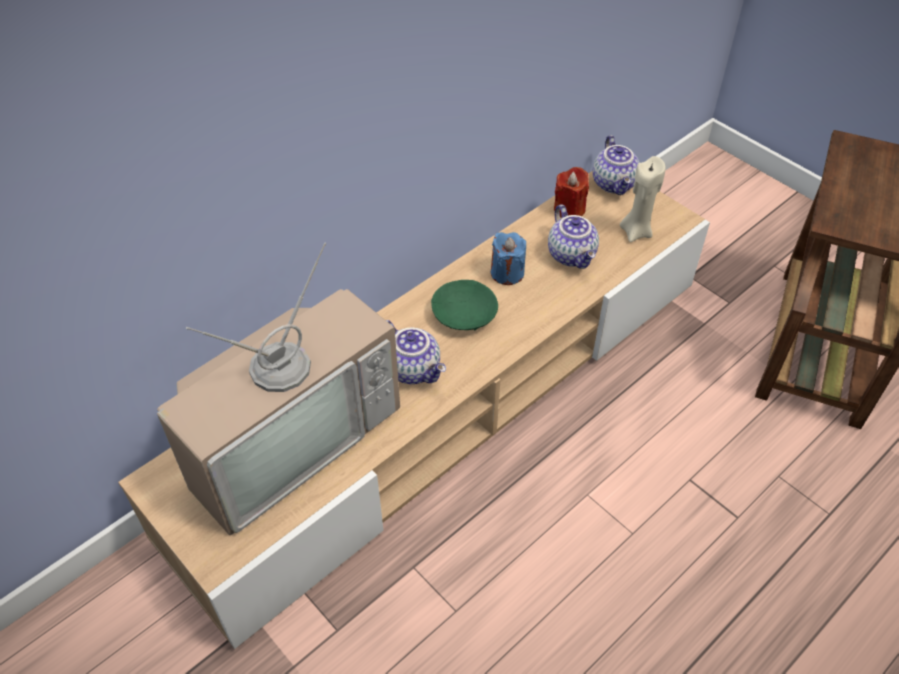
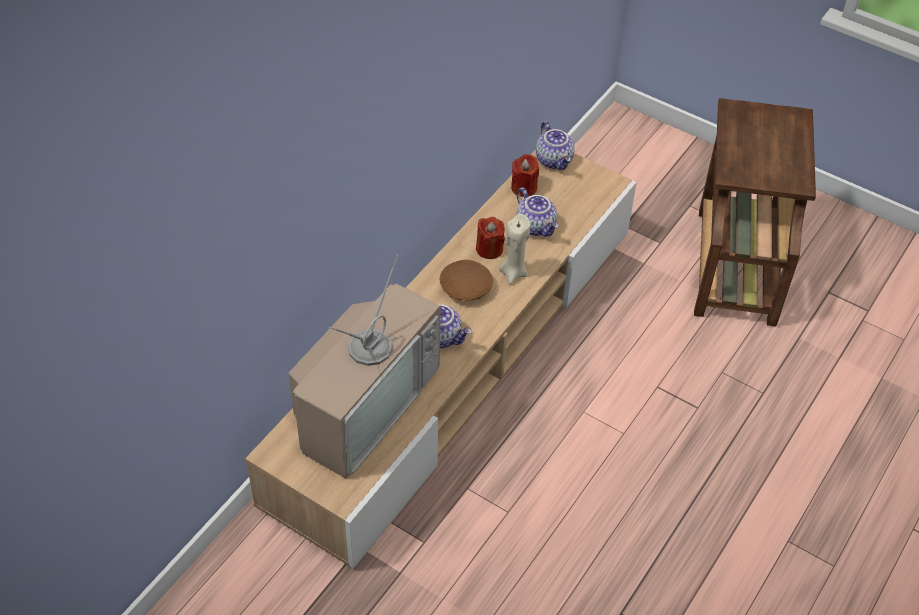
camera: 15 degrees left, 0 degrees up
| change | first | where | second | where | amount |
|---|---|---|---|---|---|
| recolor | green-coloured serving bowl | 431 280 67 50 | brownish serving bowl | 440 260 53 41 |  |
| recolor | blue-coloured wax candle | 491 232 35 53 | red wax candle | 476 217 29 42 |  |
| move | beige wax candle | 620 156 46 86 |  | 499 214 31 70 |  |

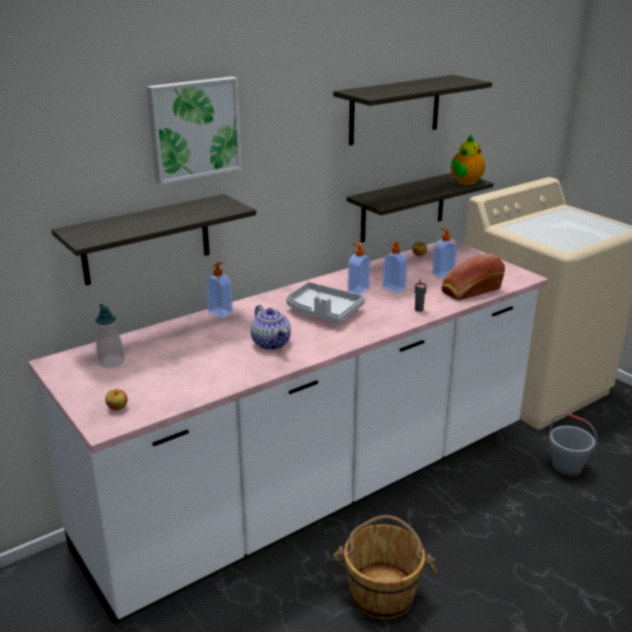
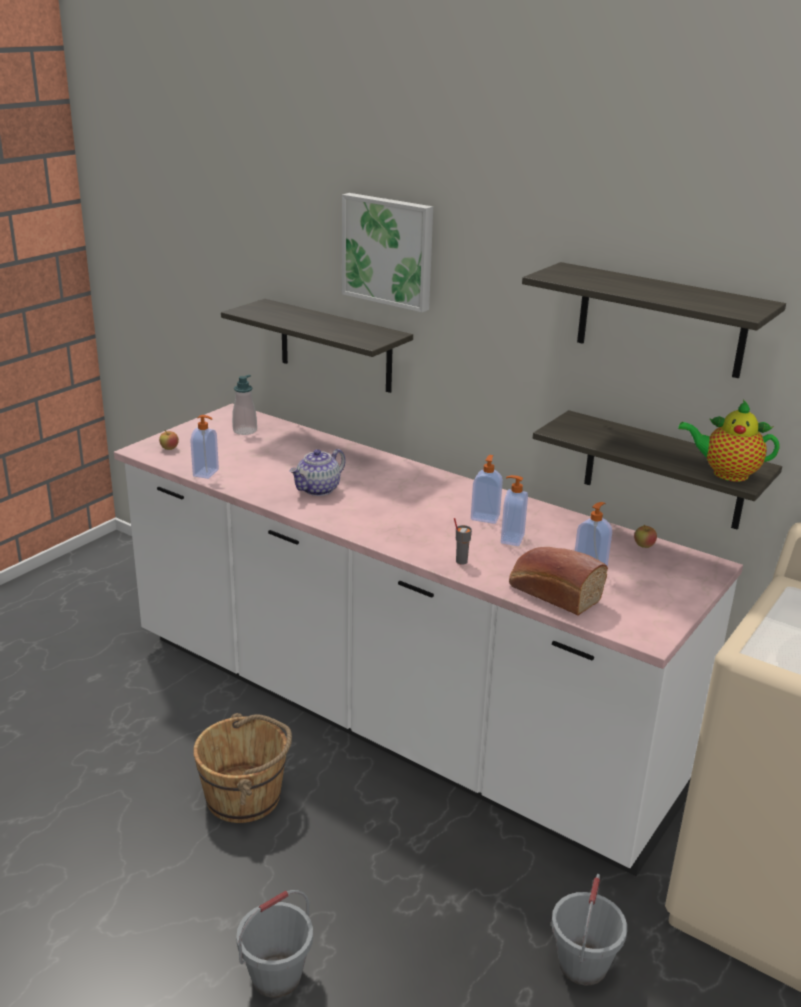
camera: 70 degrees right, 0 degrees up
| change | first | where | second | where | amount |
|---|---|---|---|---|---|
| move | soap bottle | 206 262 27 56 |  | 191 415 28 64 |  |
| insert |  |  | gray water bucket | 236 890 77 108 |  |
| delete | gray tray | 286 282 79 42 |  |  |  |

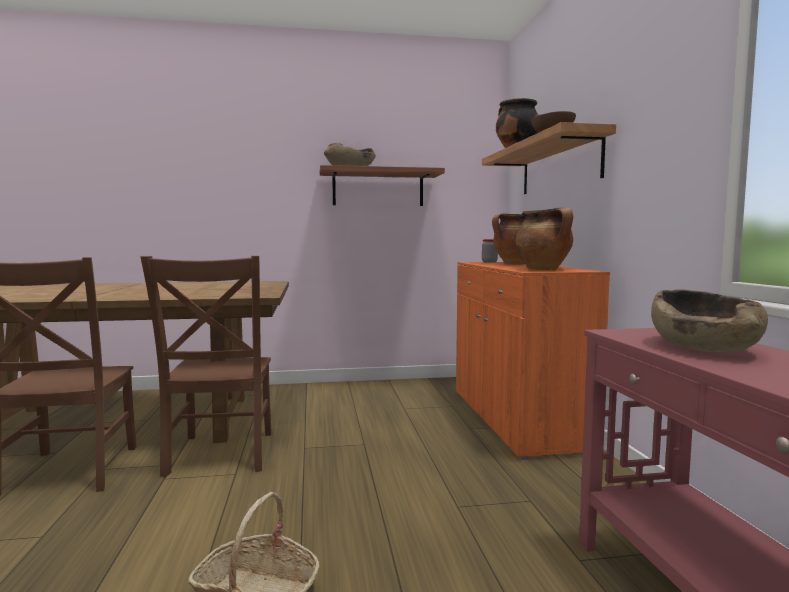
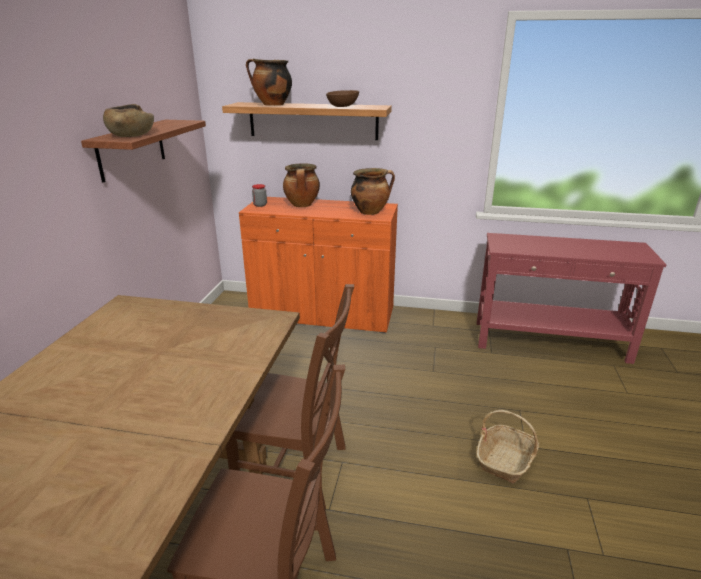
camera: 70 degrees left, 20 degrees up
| change | first | where | second | where | amount |
|---|---|---|---|---|---|
| delete | brownish serving bowl | 651 289 117 64 |  |  |  |

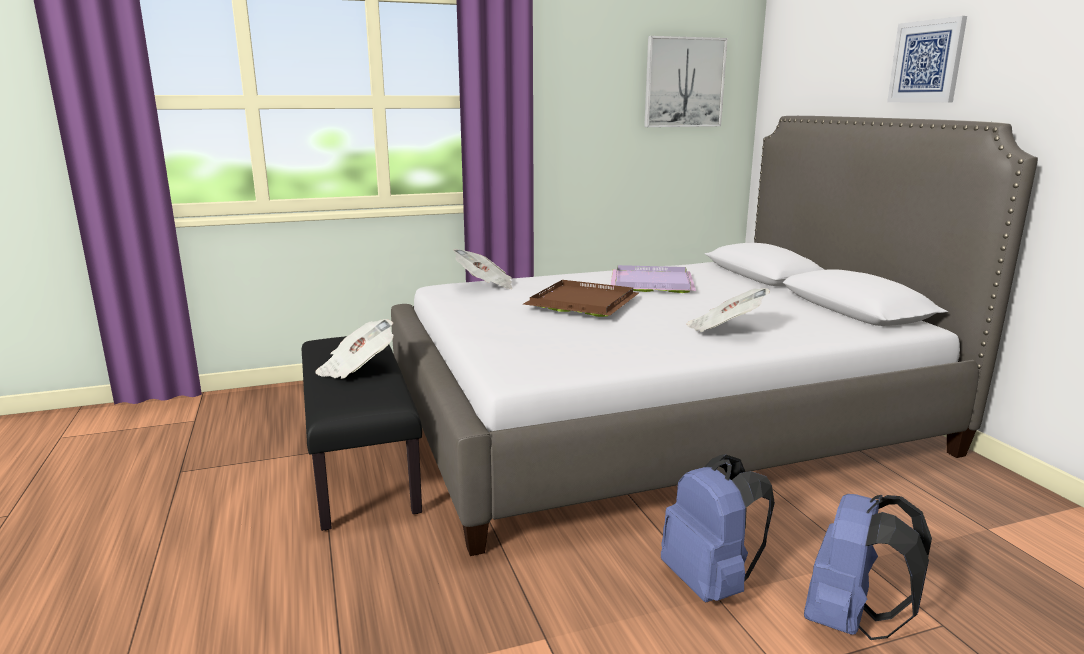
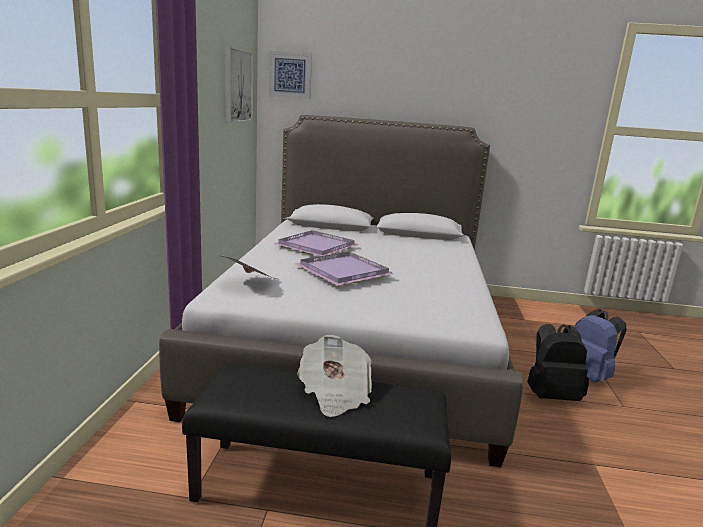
camera: 65 degrees left, 0 degrees up
| change | first | where | second | where | amount |
|---|---|---|---|---|---|
| move | wall picture | 887 16 80 87 |  | 268 51 44 48 |  |
| recolor | brownish tray | 524 280 115 37 | purple tray | 295 252 100 34 |  |
| recolor | blue-coloured rucksack | 661 455 114 147 | blackish rucksack | 527 324 62 77 |  |
| delete | printed paper | 686 288 84 44 |  |  |  |

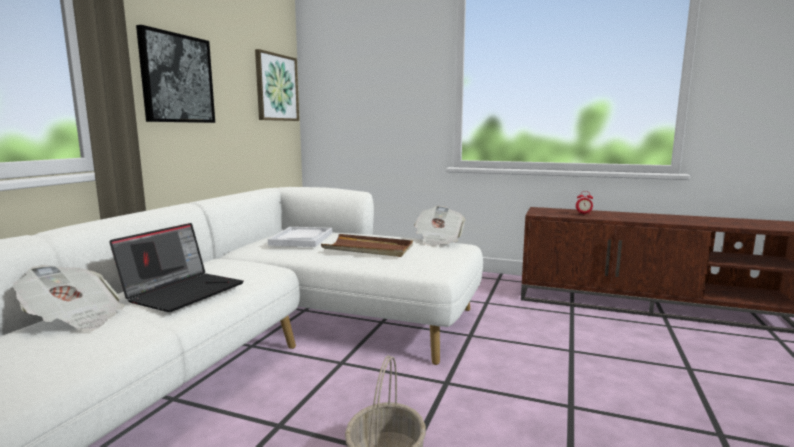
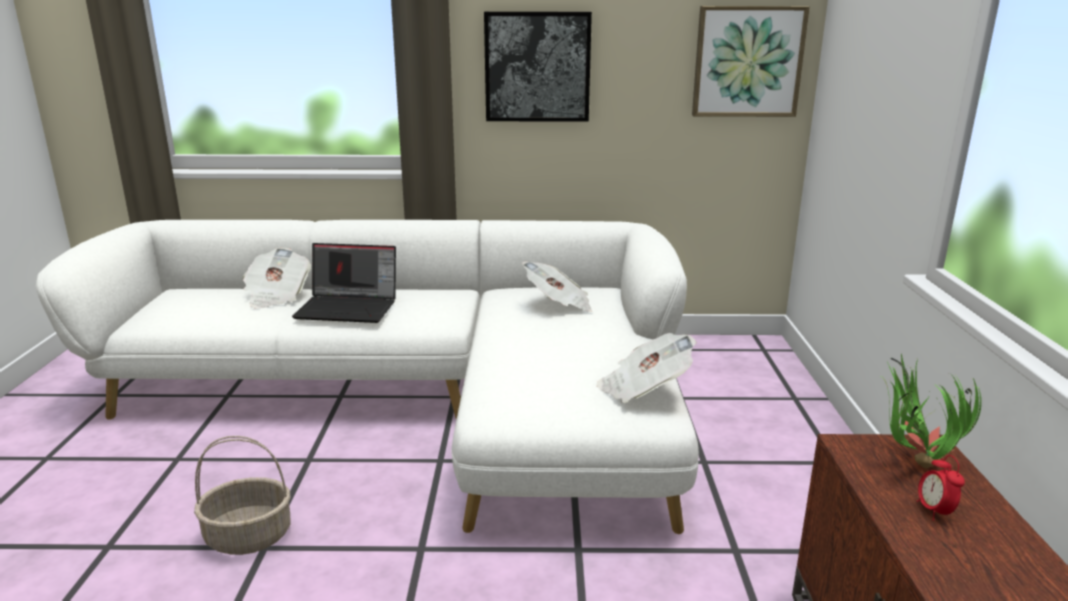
camera: 70 degrees right, 10 degrees up
| change | first | where | second | where | amount |
|---|---|---|---|---|---|
| replace | white-coloured tray | 268 227 64 20 | printed paper | 522 261 70 51 |  |
| insert |  |  | potted plant | 881 353 100 115 |  |
| delete | brownish tray | 321 234 92 23 |  |  |  |

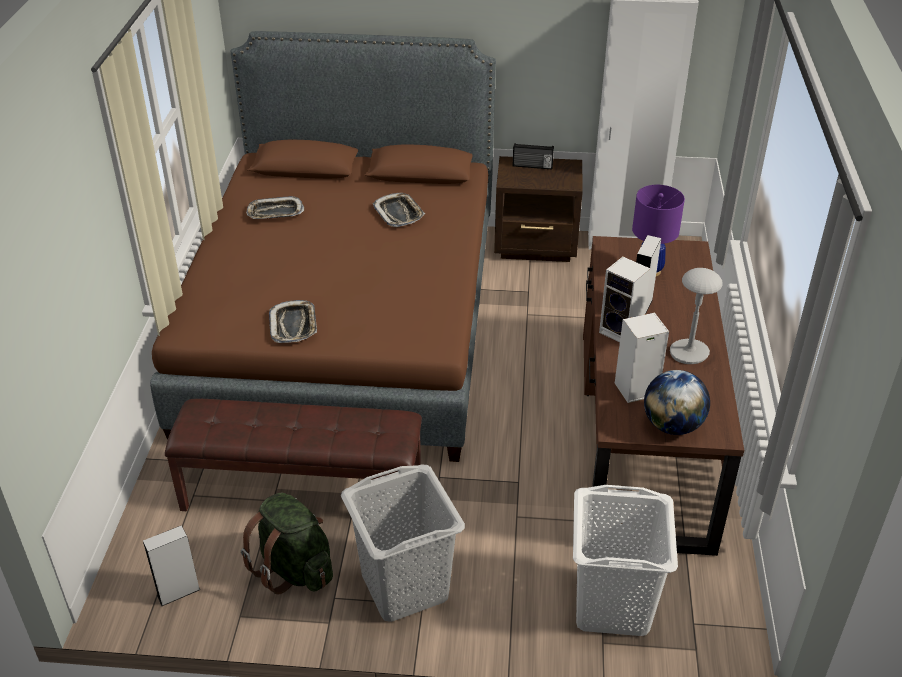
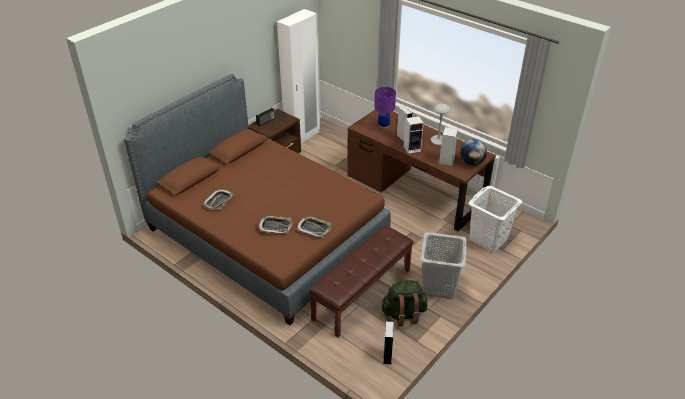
camera: 55 degrees left, 0 degrees up
| change | first | where | second | where | amount |
|---|---|---|---|---|---|
| move | tray | 373 193 52 34 |  | 259 216 34 18 |  |

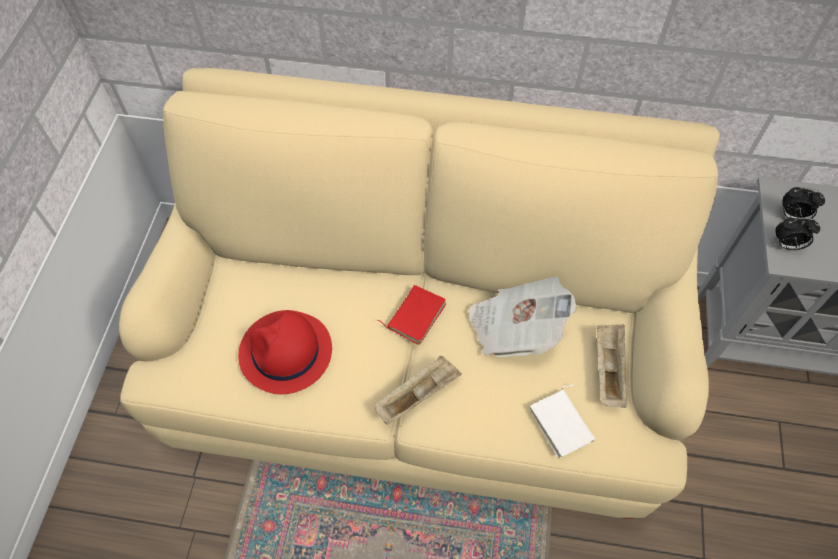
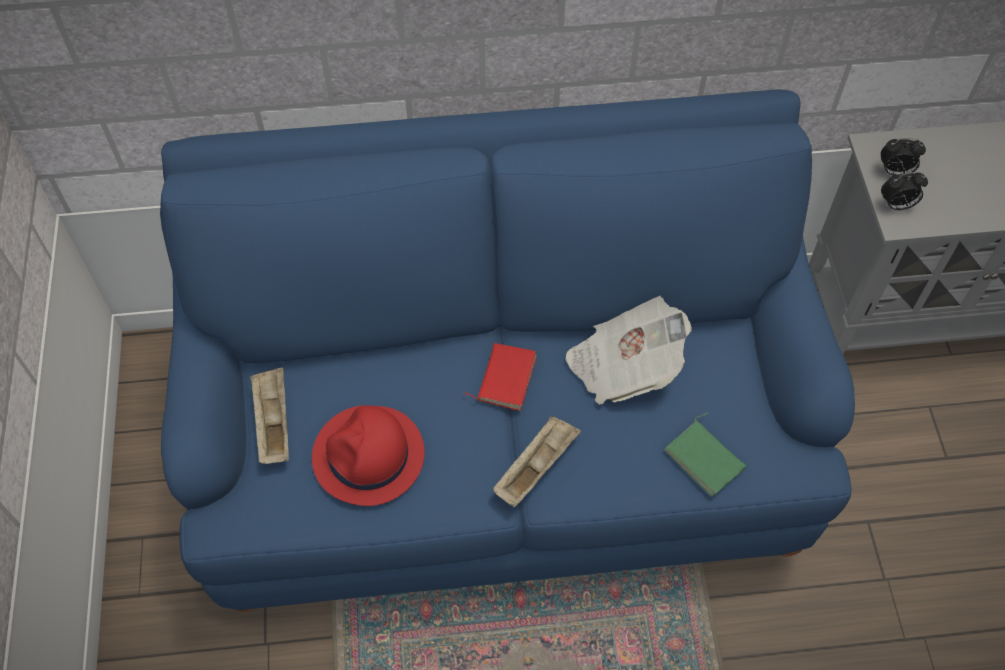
camera: 15 degrees left, 0 degrees up
| change | first | where | second | where | amount |
|---|---|---|---|---|---|
| recolor | beige couch | 119 68 601 451 | blue-coloured couch | 160 89 695 523 |  |
| move | beige tray | 597 325 30 83 |  | 250 367 39 97 |  |
| recolor | white-coloured volume | 529 384 66 74 | green-coloured volume | 664 412 82 85 |  |

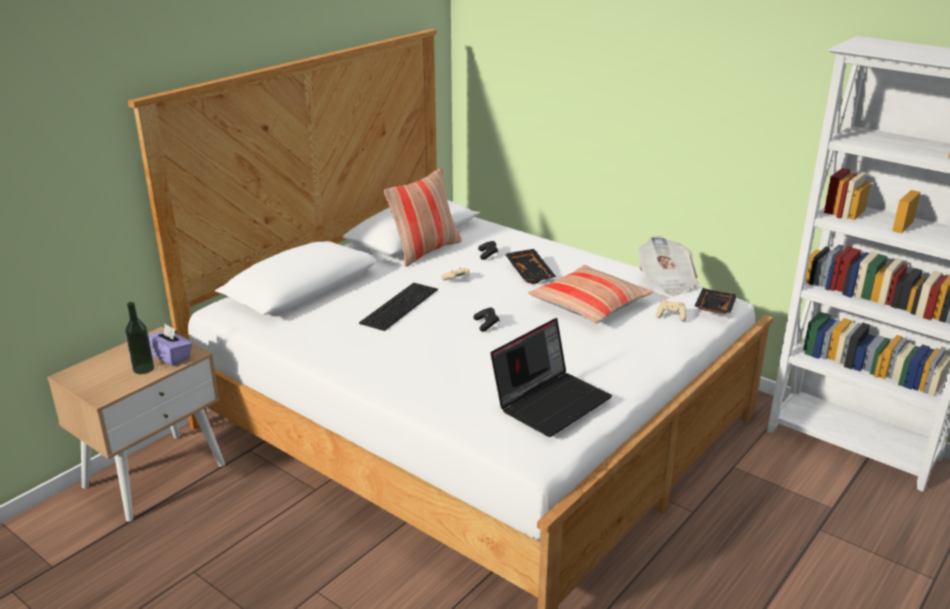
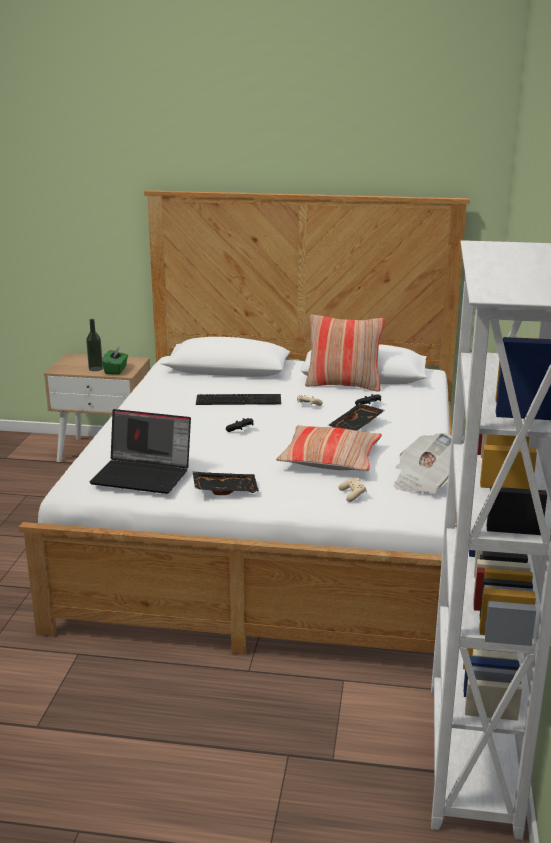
camera: 60 degrees right, 5 degrees down
| change | first | where | second | where | amount |
|---|---|---|---|---|---|
| recolor | purple tissue holder | 148 324 44 42 | green-coloured tissue holder | 102 347 26 27 |  |
| move | blackish tray | 694 288 43 26 |  | 193 472 66 23 |  |

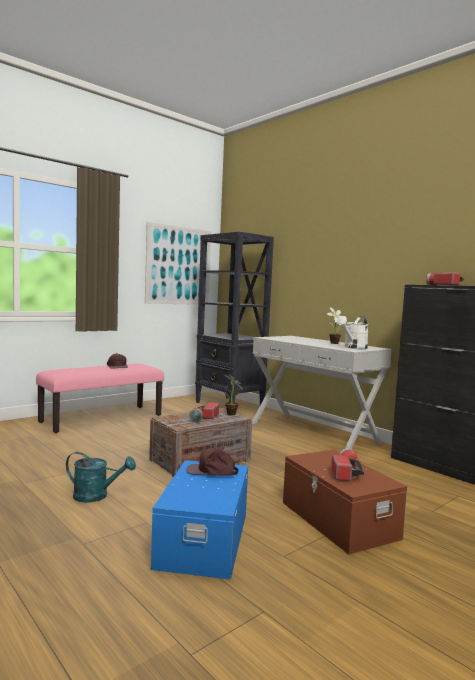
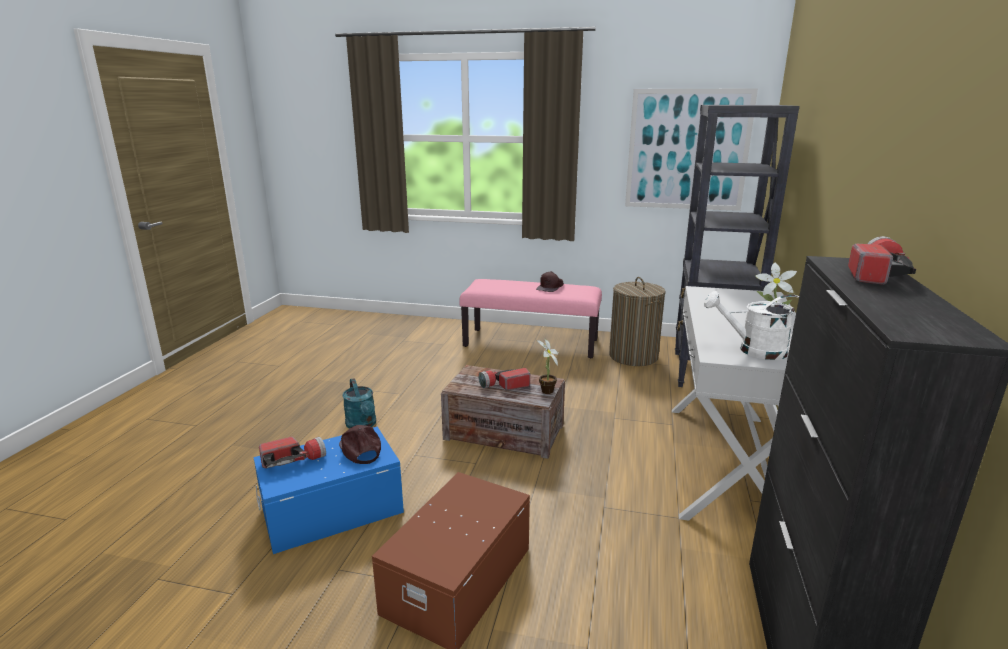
camera: 55 degrees right, 15 degrees up
| change | first | where | second | where | amount |
|---|---|---|---|---|---|
| move | hand torch | 331 448 33 33 |  | 259 437 67 32 |  |
| insert |  |  | laundry basket | 609 277 57 89 |  |

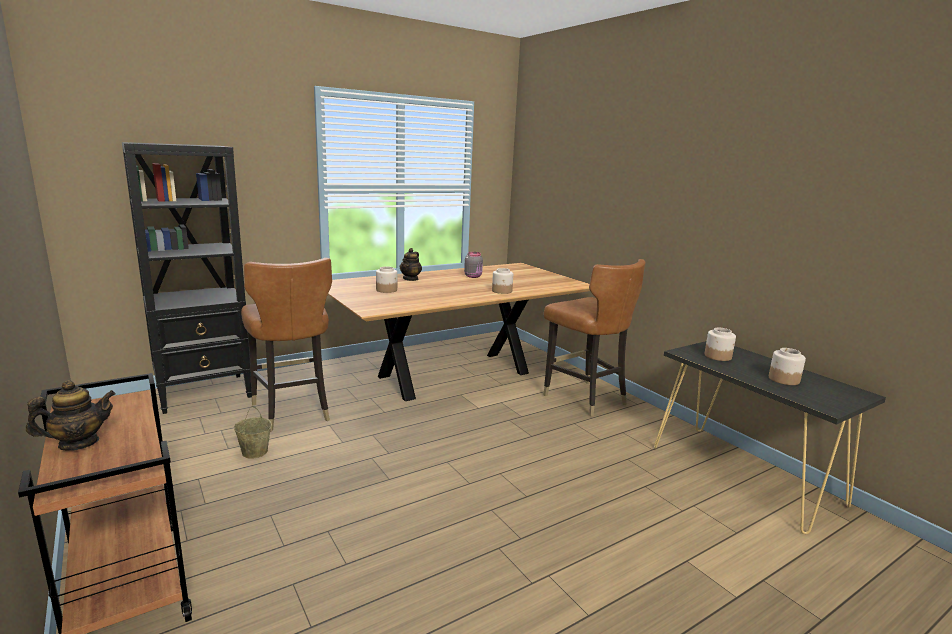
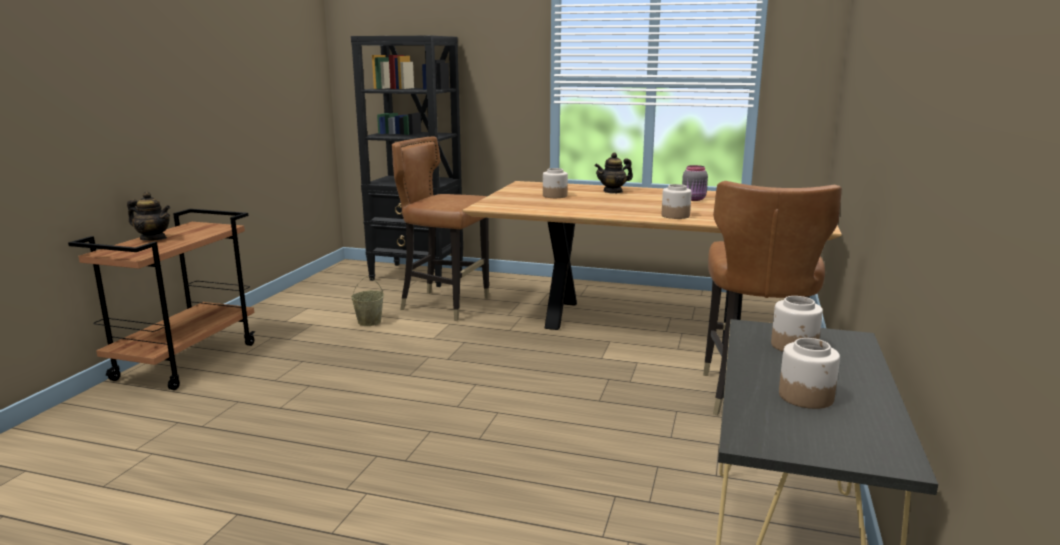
camera: 50 degrees right, 0 degrees up
| change | first | where | second | where | amount |
|---|---|---|---|---|---|
| rotate | brownish chair | 241 258 91 173 |  | 391 136 98 185 | 90 degrees clockwise |

